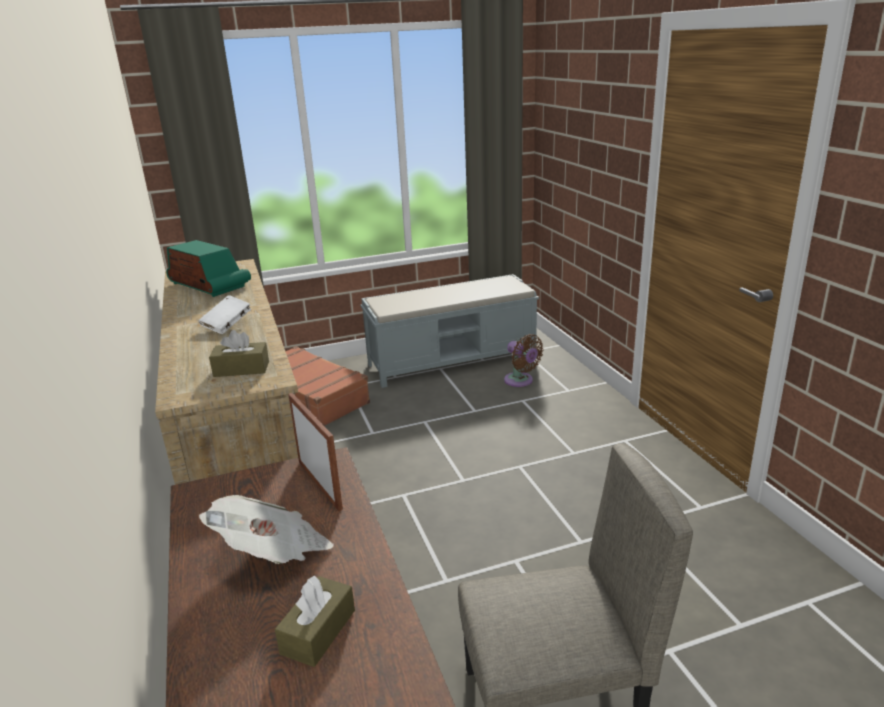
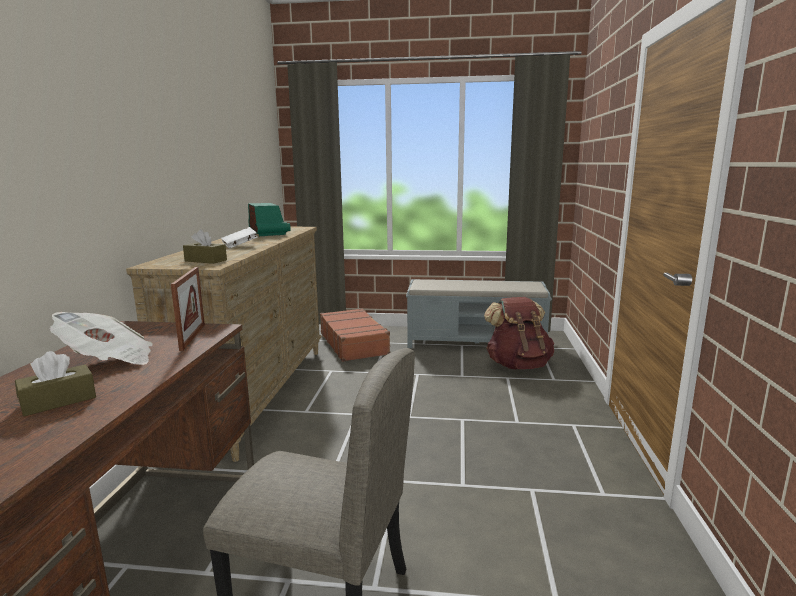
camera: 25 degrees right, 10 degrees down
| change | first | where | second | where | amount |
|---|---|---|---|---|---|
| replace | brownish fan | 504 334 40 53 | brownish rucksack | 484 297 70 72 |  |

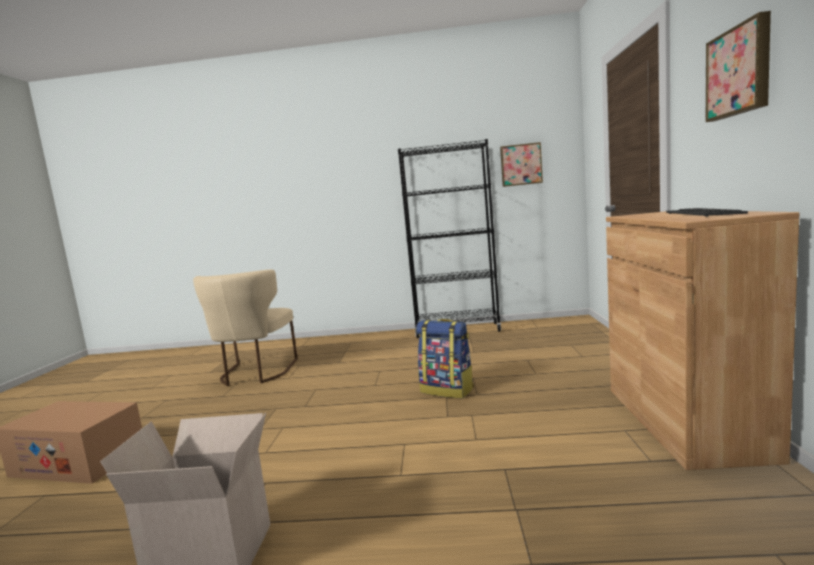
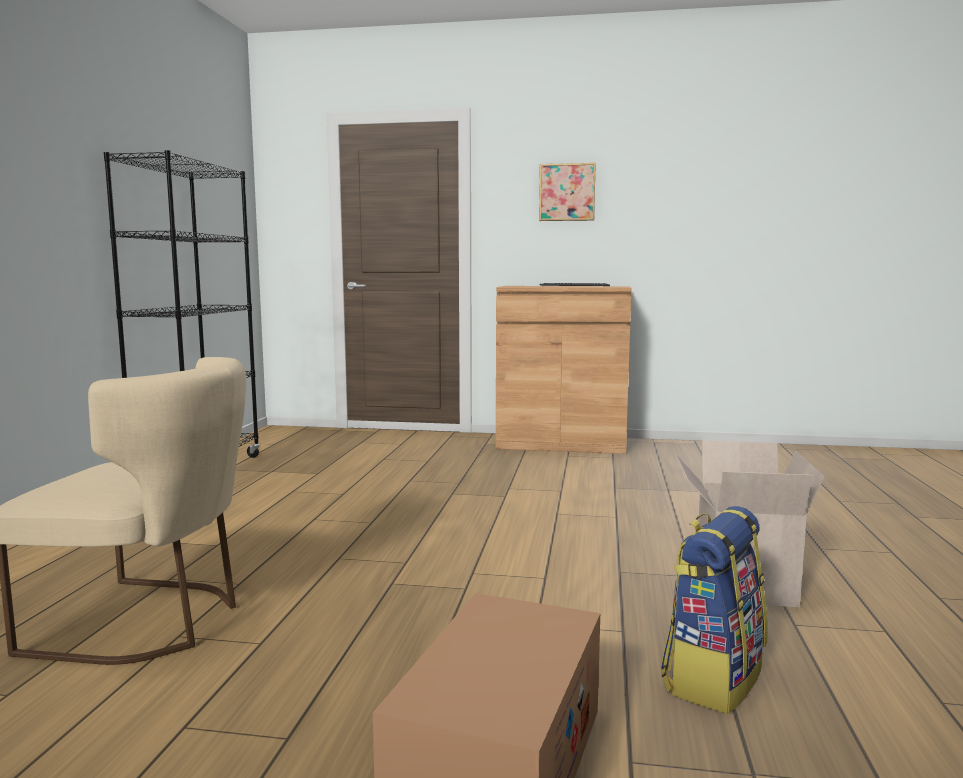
camera: 85 degrees left, 0 degrees up
| change | first | where | second | where | amount |
|---|---|---|---|---|---|
| move | rucksack | 416 319 58 79 |  | 660 506 108 208 |  |
| delete | wall picture | 500 142 43 45 |  |  |  |

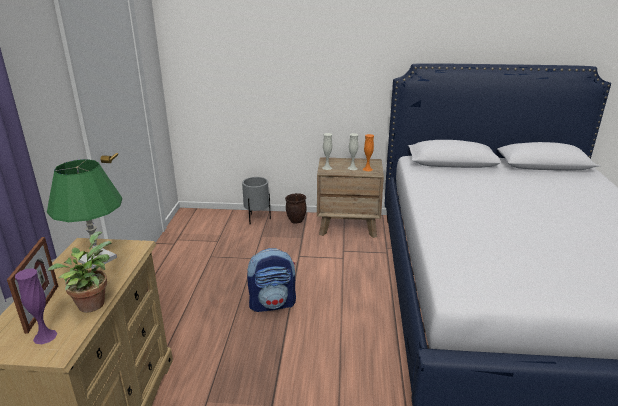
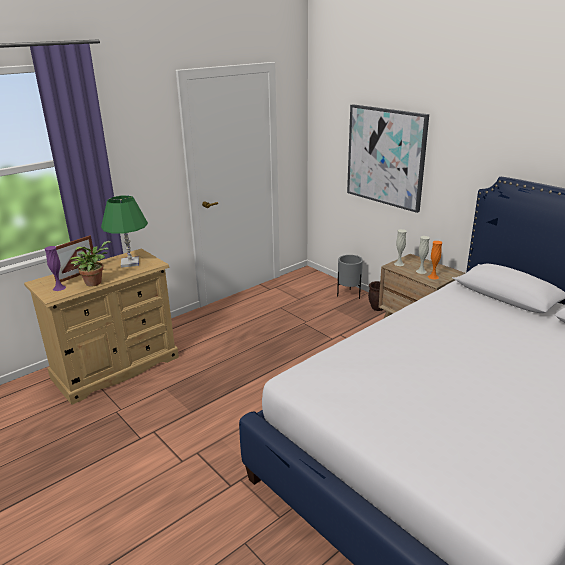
camera: 45 degrees right, 0 degrees up
| change | first | where | second | where | amount |
|---|---|---|---|---|---|
| insert |  |  | wall picture | 347 104 82 109 |  |
| delete | rucksack | 247 248 49 64 |  |  |  |

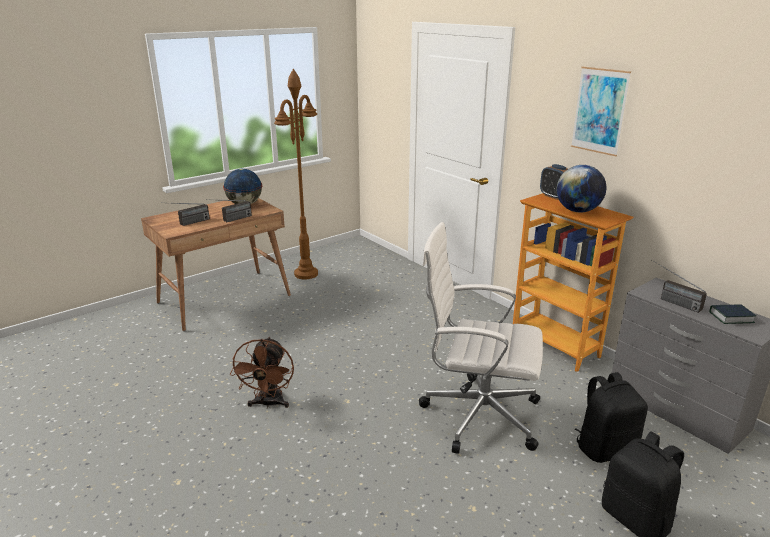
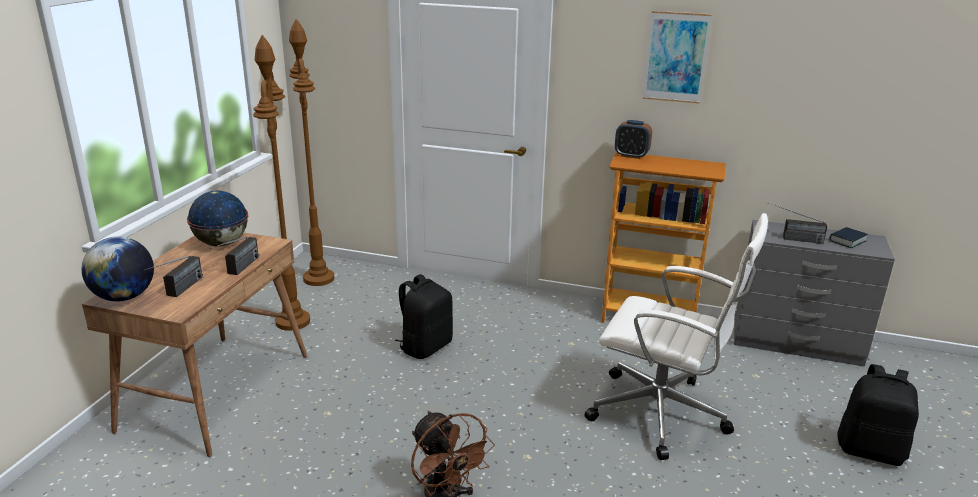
camera: 35 degrees left, 0 degrees up
| change | first | where | second | where | amount |
|---|---|---|---|---|---|
| move | world globe | 557 165 49 47 |  | 82 237 72 64 |  |
| insert |  |  | brownish standard lamp | 289 19 45 267 |  |
| move | blackish rucksack | 575 372 73 91 |  | 395 274 58 85 |  |
| rotate | white-coloured computer chair | 419 222 124 232 |  | 584 213 184 247 | 135 degrees counterclockwise |

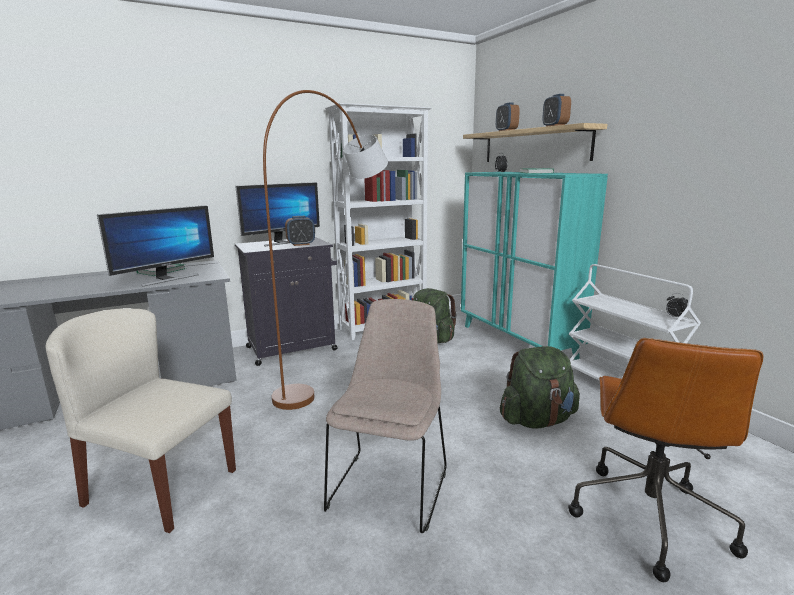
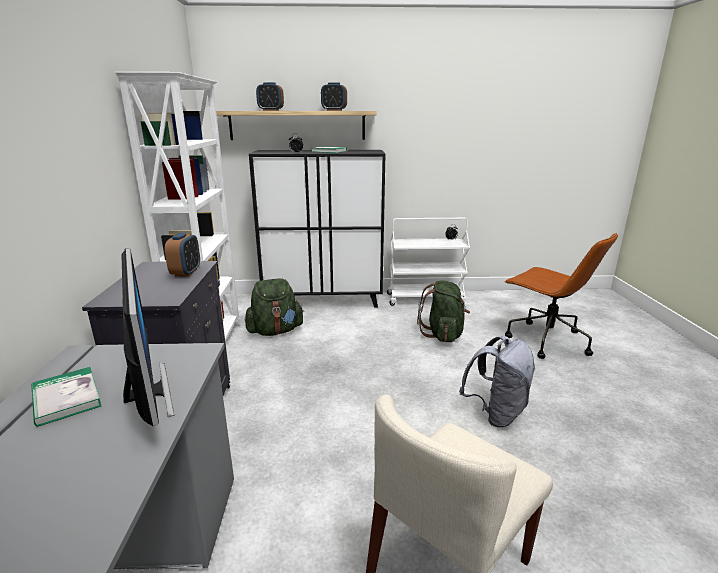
camera: 65 degrees left, 5 degrees up
| change | first | where | second | where | amount |
|---|---|---|---|---|---|
| recolor | blue-green storage cabinet | 461 172 147 188 | blackish storage cabinet | 249 150 137 158 |  |
| replace | beige chair | 324 299 123 234 | gray rucksack | 459 336 76 91 |  |
| delete | computer display | 235 182 85 64 |  |  |  |
| delete | brownish standard lamp | 263 90 125 320 |  |  |  |

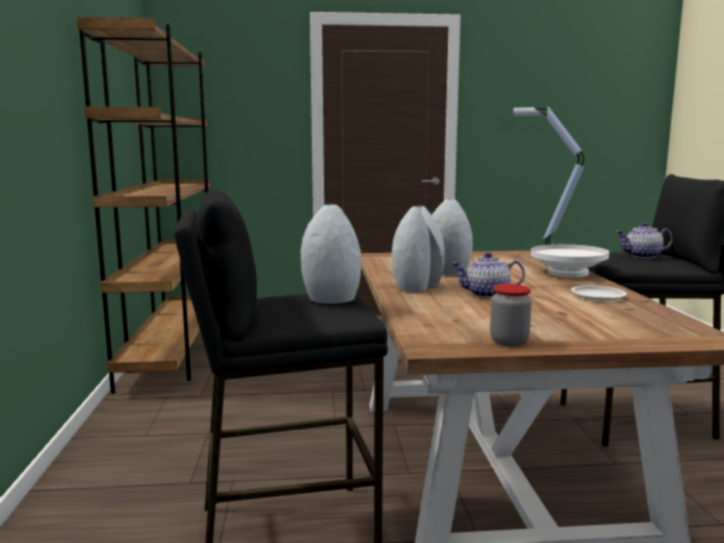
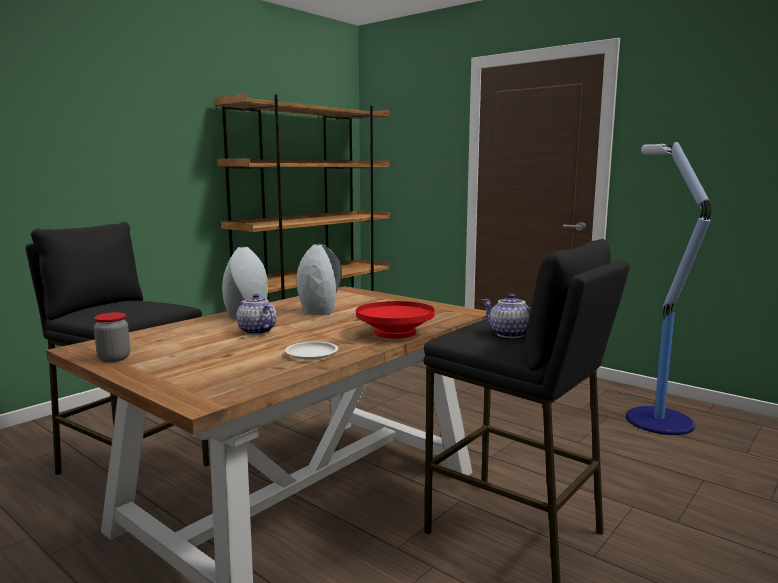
camera: 45 degrees right, 0 degrees up
| change | first | where | second | where | amount |
|---|---|---|---|---|---|
| recolor | white-coloured serving bowl | 531 244 78 33 | red serving bowl | 356 301 79 38 |  |
| delete | gray decorative vase | 301 204 60 100 |  |  |  |

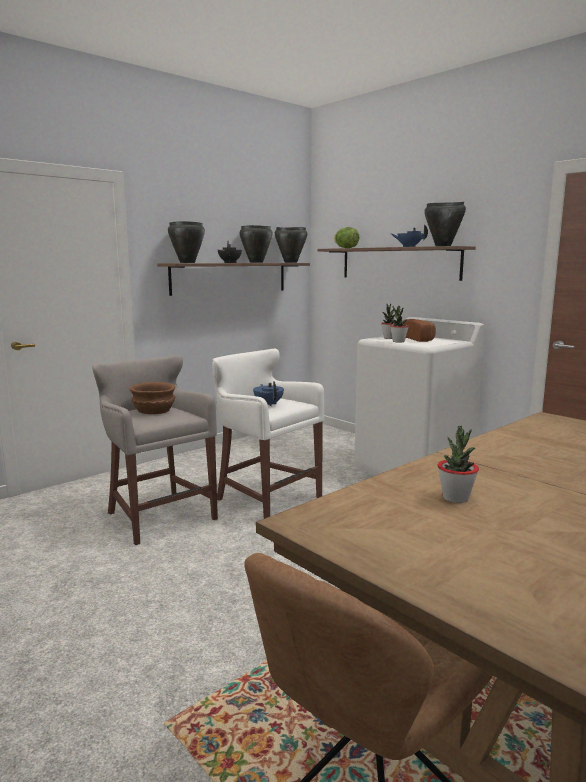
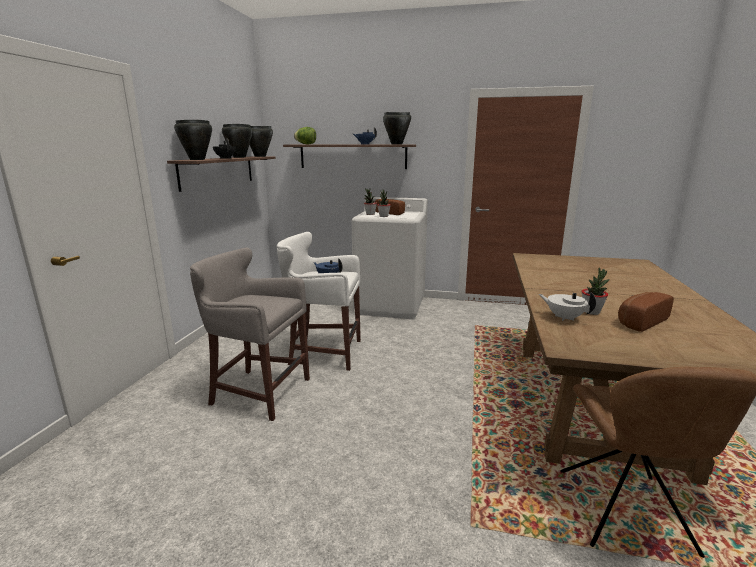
camera: 35 degrees left, 5 degrees up
| change | first | where | second | where | amount |
|---|---|---|---|---|---|
| insert |  |  | white-coloured teapot | 539 292 57 29 |  |
| insert |  |  | bakery bread | 618 292 56 40 |  |
| delete | brownish serving bowl | 129 382 46 32 |  |  |  |

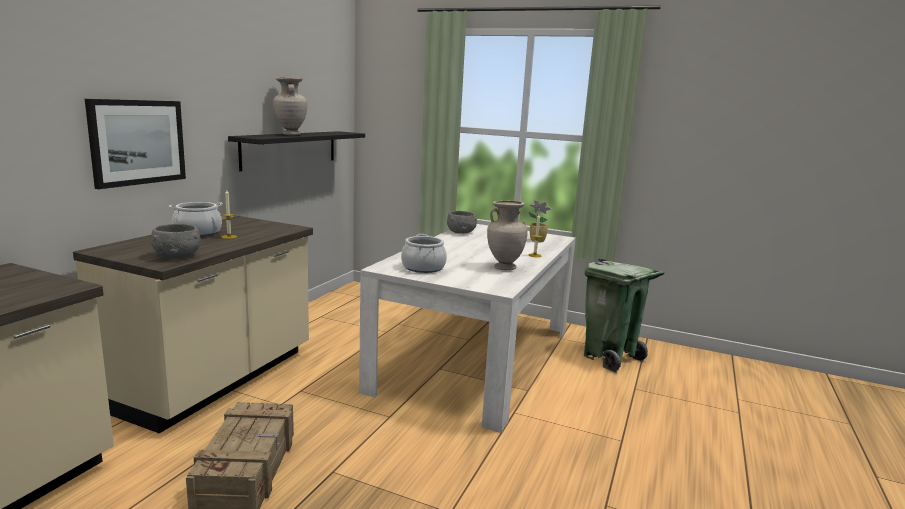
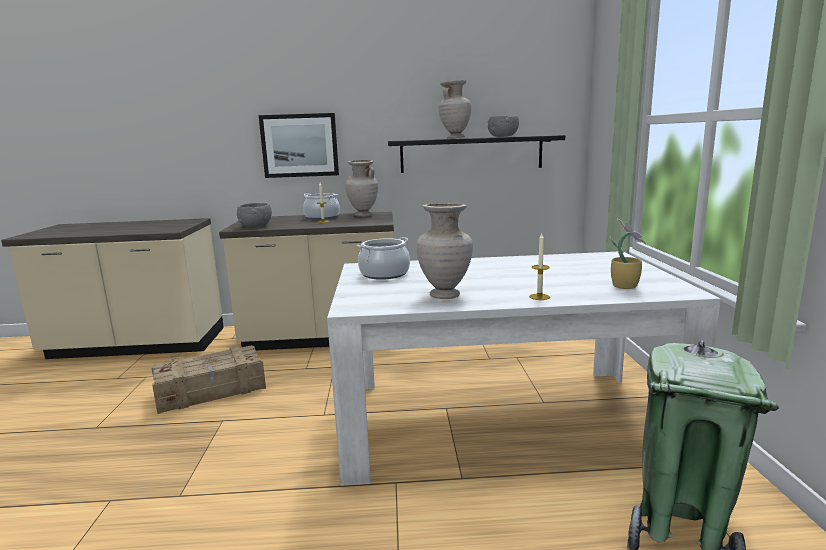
camera: 65 degrees right, 0 degrees up
| change | first | where | second | where | amount |
|---|---|---|---|---|---|
| insert |  |  | beige decorative vase | 345 160 33 57 |  |
| move | gray serving bowl | 447 211 30 23 |  | 488 116 31 21 |  |

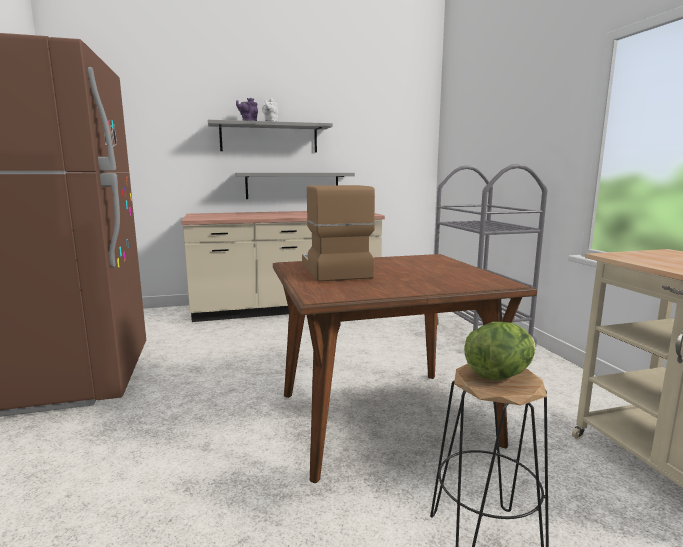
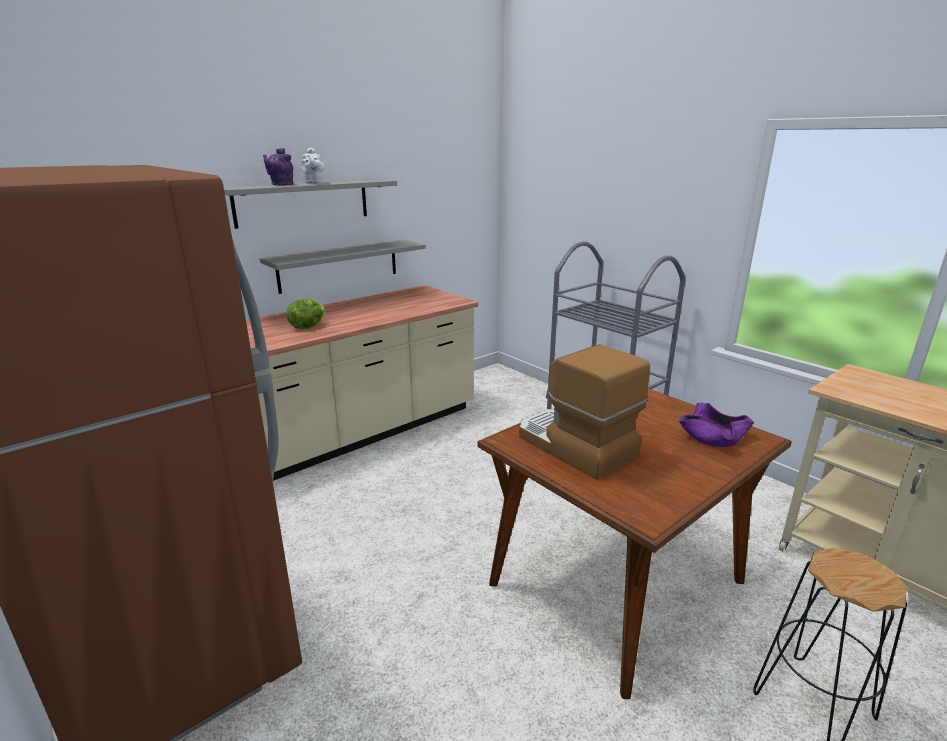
camera: 25 degrees left, 10 degrees up
| change | first | where | second | where | amount |
|---|---|---|---|---|---|
| move | lettuce head | 464 322 72 58 |  | 286 299 39 30 |  |
| insert |  |  | purple serving bowl | 679 403 75 44 |  |

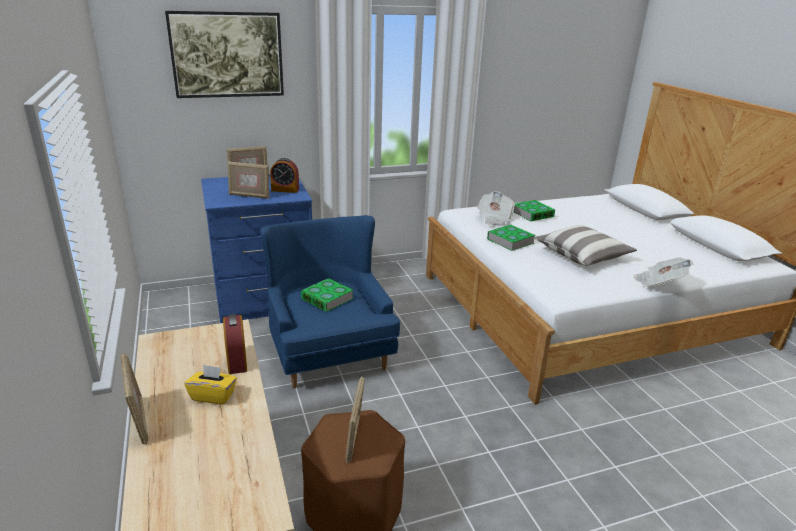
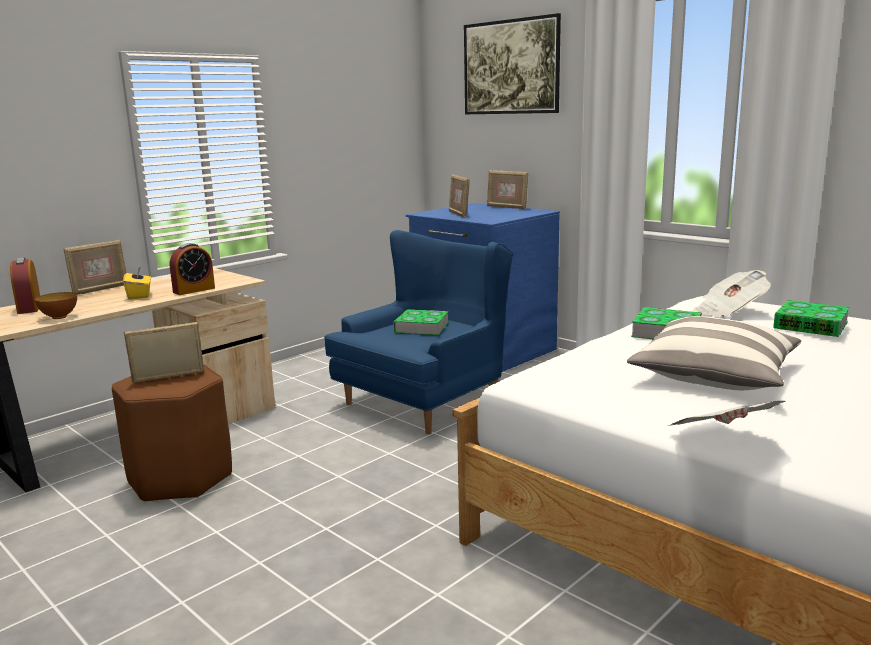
camera: 65 degrees right, 10 degrees down
| change | first | where | second | where | amount |
|---|---|---|---|---|---|
| move | bedside clock | 270 158 29 35 |  | 10 257 30 57 |  |
| insert |  |  | serving bowl | 34 292 43 27 |  |

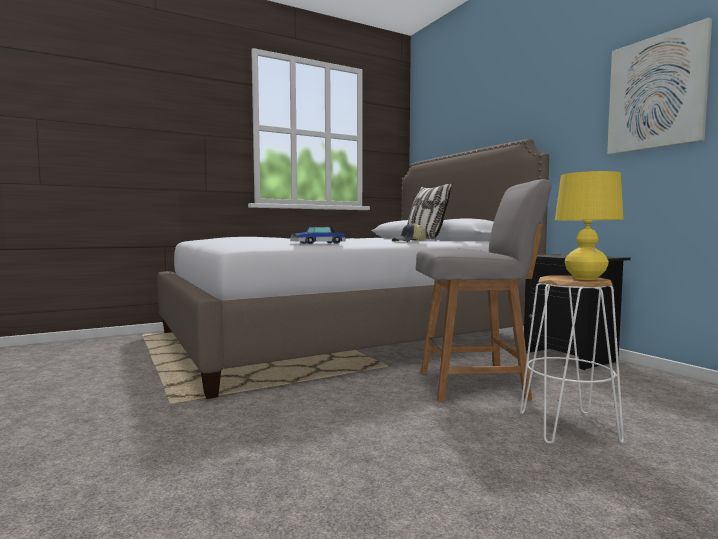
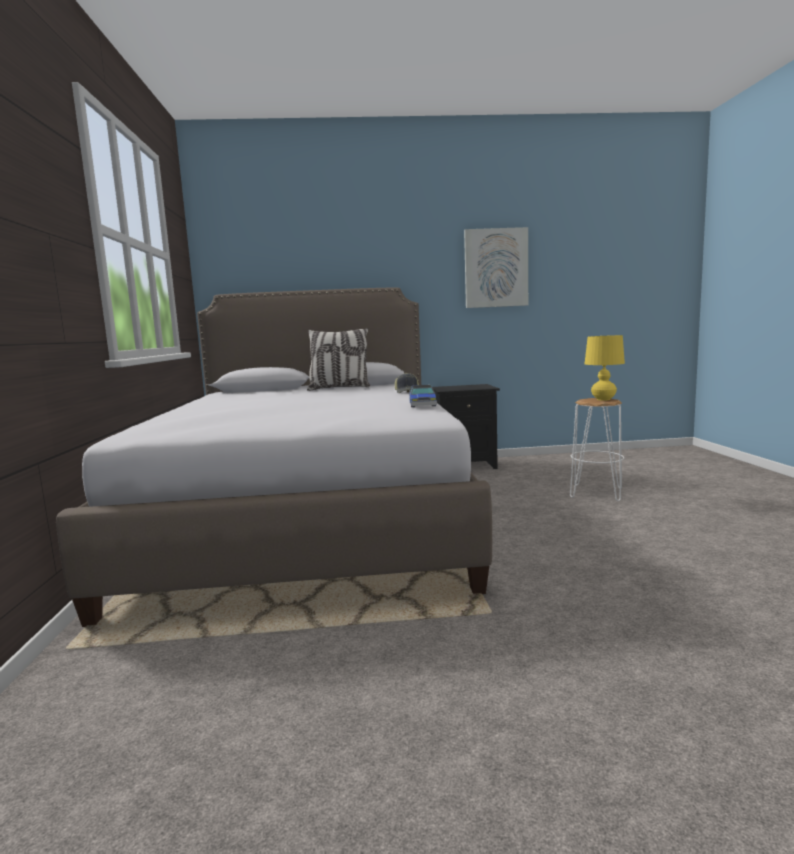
camera: 65 degrees left, 5 degrees up
| change | first | where | second | where | amount |
|---|---|---|---|---|---|
| delete | gray chair | 416 179 136 223 |  |  |  |

